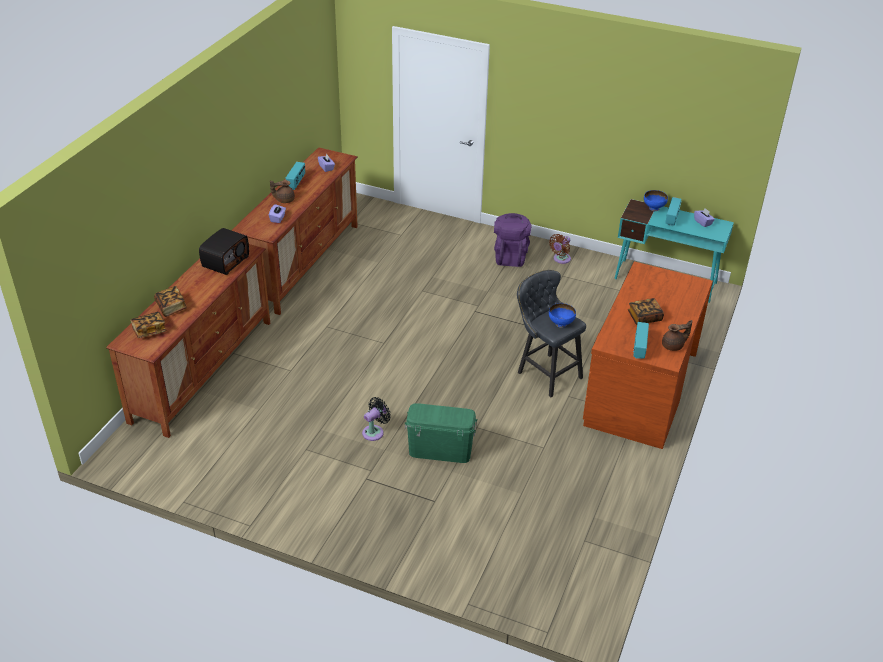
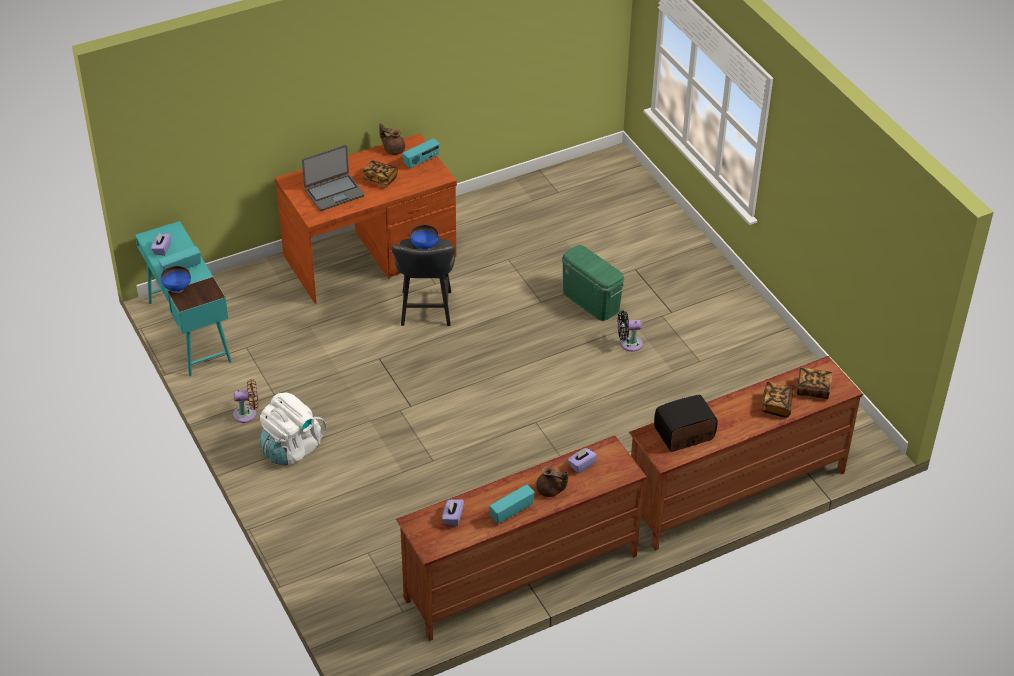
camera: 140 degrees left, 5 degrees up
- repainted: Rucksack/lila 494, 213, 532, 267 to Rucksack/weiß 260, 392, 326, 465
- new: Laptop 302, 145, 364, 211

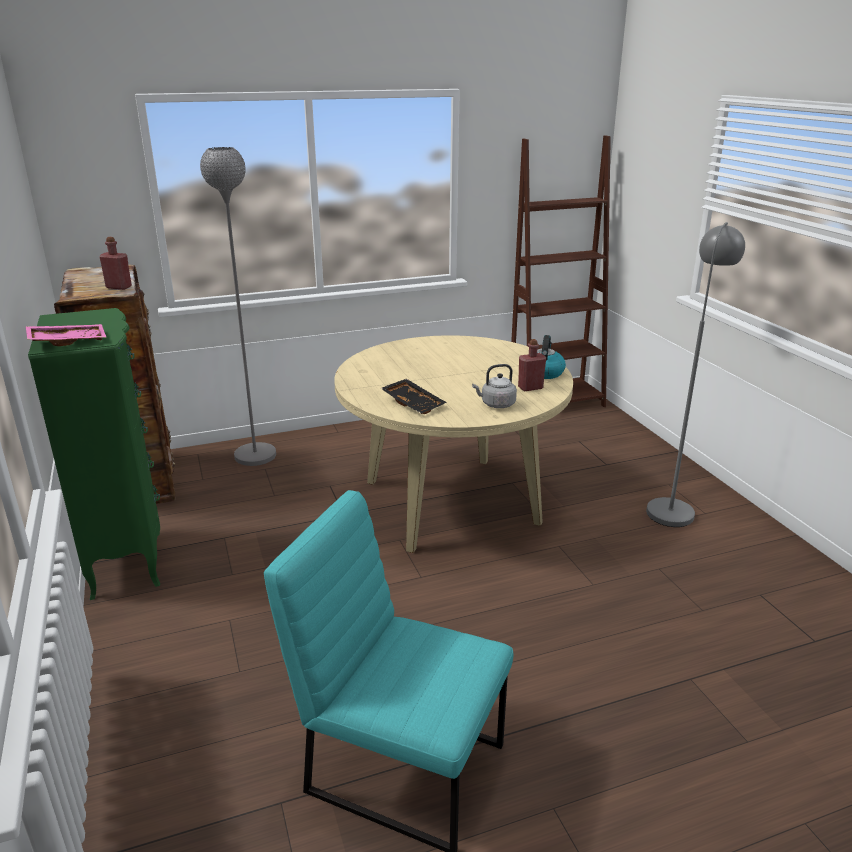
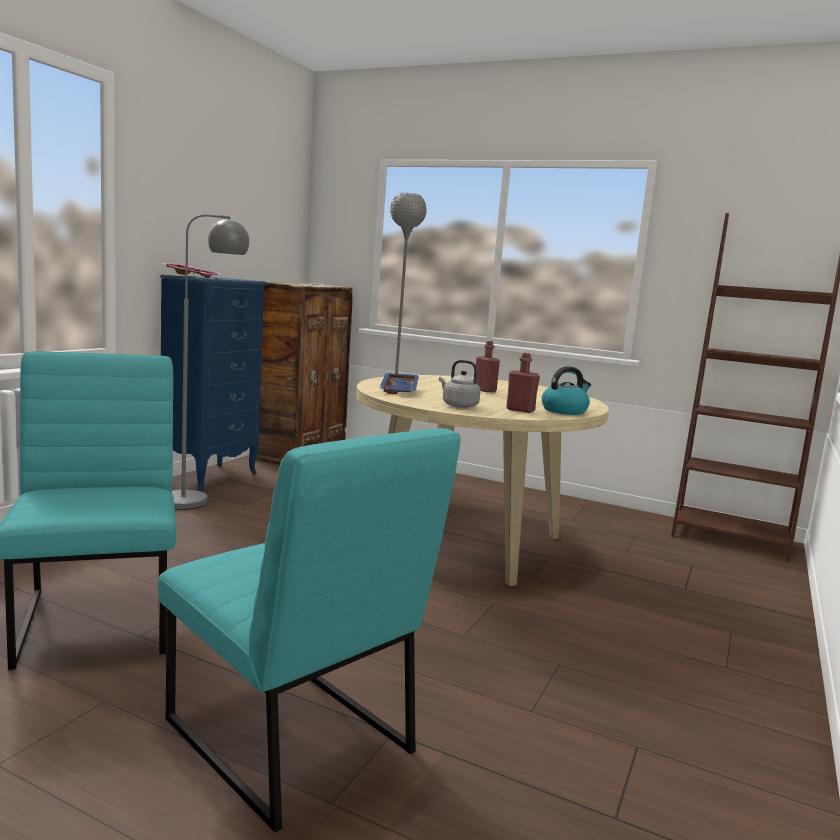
camera: 45 degrees right, 15 degrees down
- new: Stuhl/türkis 158, 428, 461, 833
- repainted: Kommode/grün 28, 308, 160, 600 to Kommode/blau 160, 275, 267, 492
- shifted: Stehlampe/grau 646, 222, 745, 527 to 172, 214, 249, 510
- repainted: Tablett/schwarz 381, 379, 447, 414 to Tablett/blau 379, 373, 419, 394
- shifted: Flasche/rot 99, 237, 132, 290 to 476, 341, 500, 392

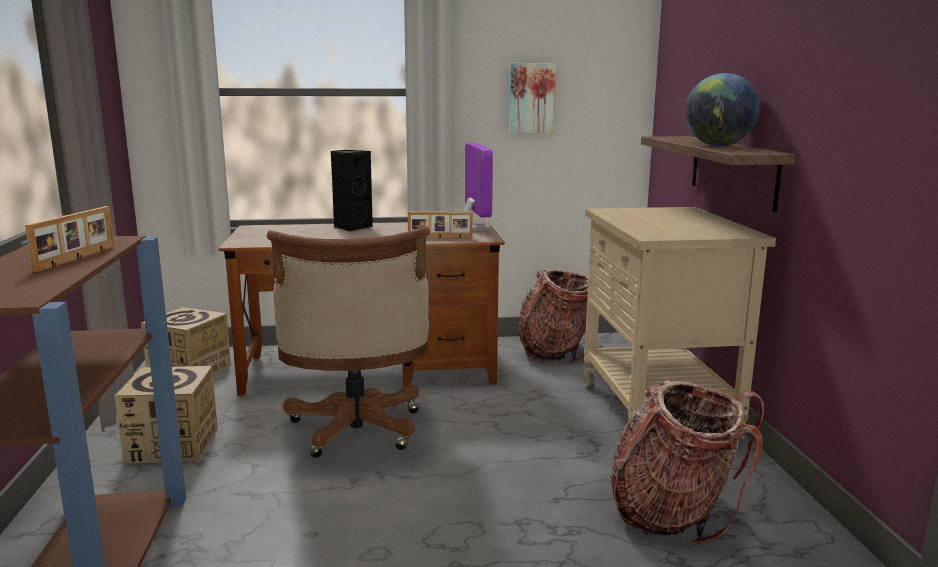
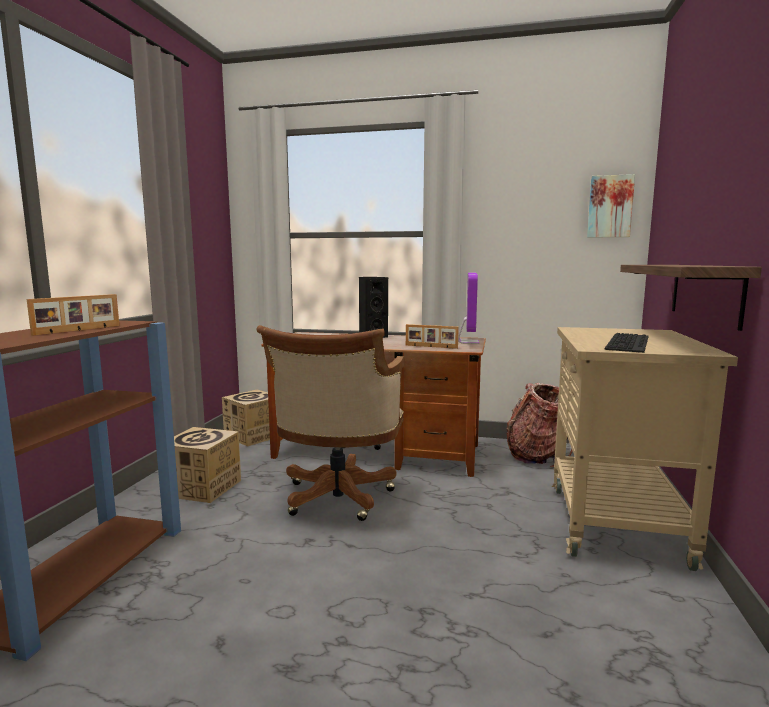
camera: 20 degrees right, 5 degrees down
- shifted: Bild 509, 63, 556, 133 to 587, 174, 635, 238
- new: Tastatur 604, 333, 649, 353
- gone: Rucksack 611, 380, 764, 544
- gone: Globus 685, 73, 760, 146

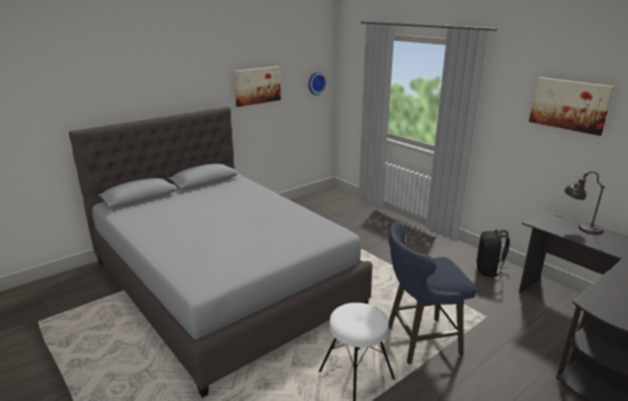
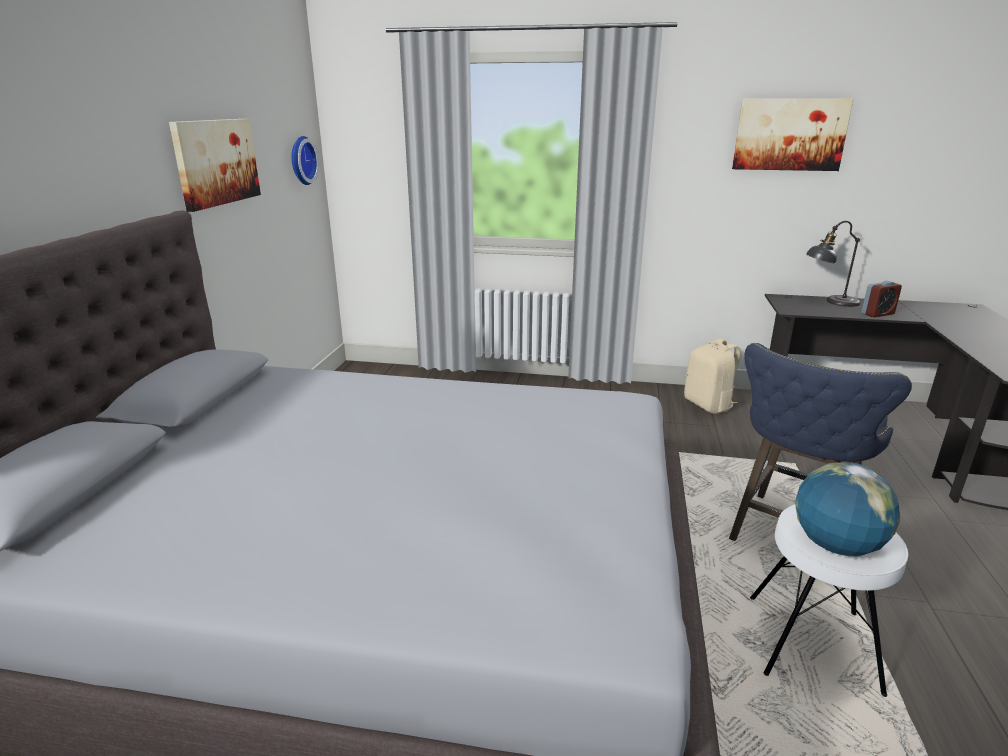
camera: 40 degrees left, 0 degrees up
- repainted: Rucksack/schwarz 476, 230, 510, 277 to Rucksack/beige 684, 339, 741, 414
- new: Globus 795, 462, 900, 556
- new: Wecker 861, 281, 902, 317

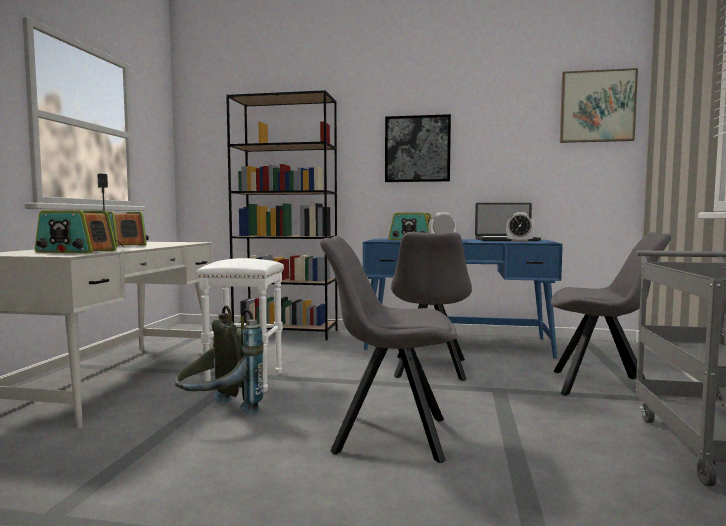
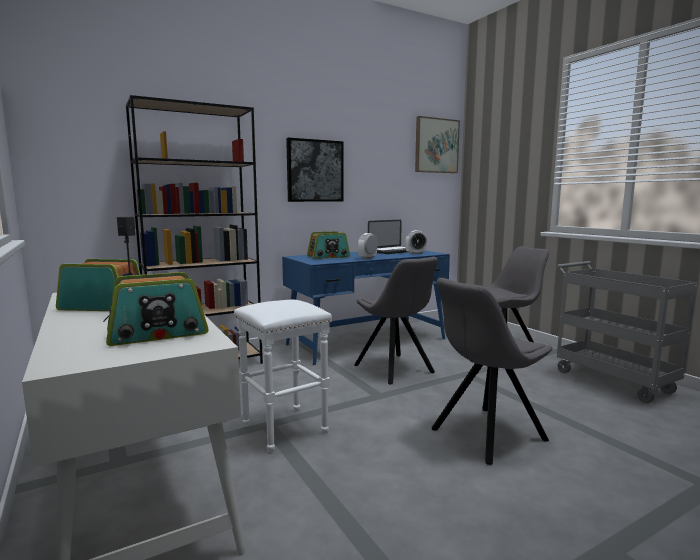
camera: 40 degrees left, 5 degrees up
- gone: Rucksack/grau 175, 305, 264, 415

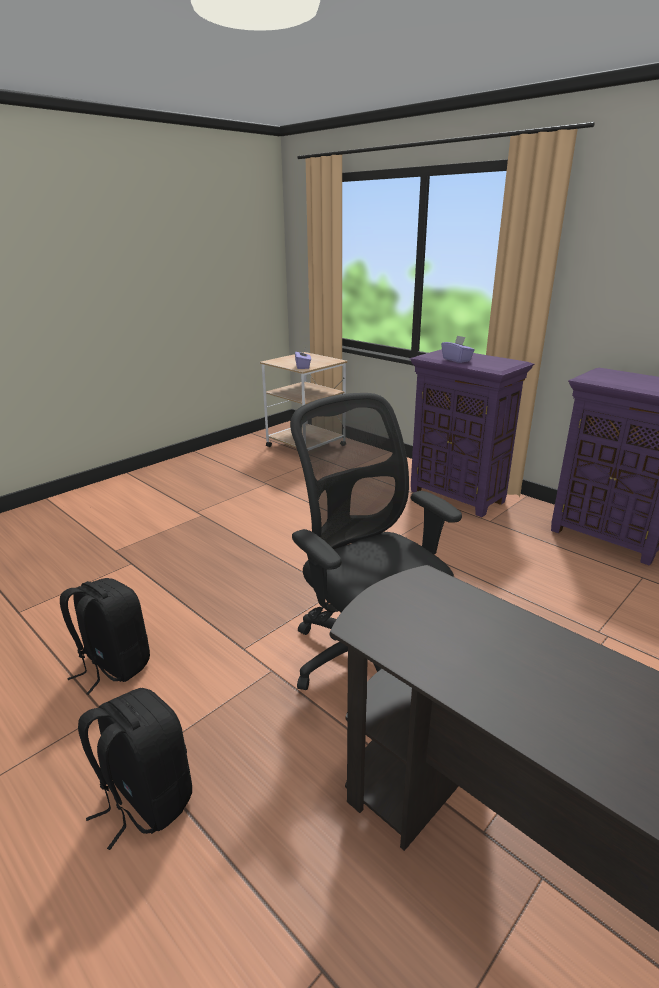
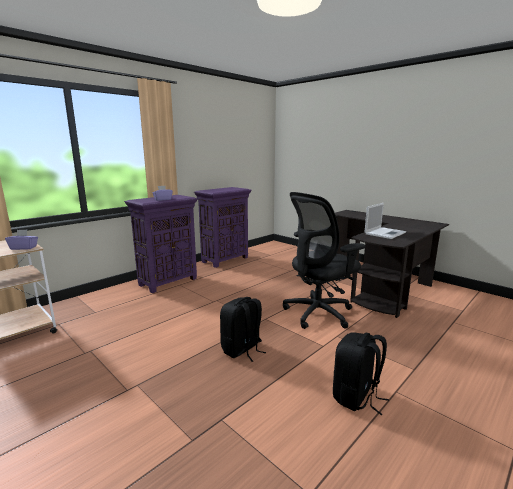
camera: 90 degrees left, 10 degrees down
- shifted: Rucksack/schwarz 78, 688, 192, 850 to 220, 297, 266, 362
- new: Laptop 364, 203, 406, 239

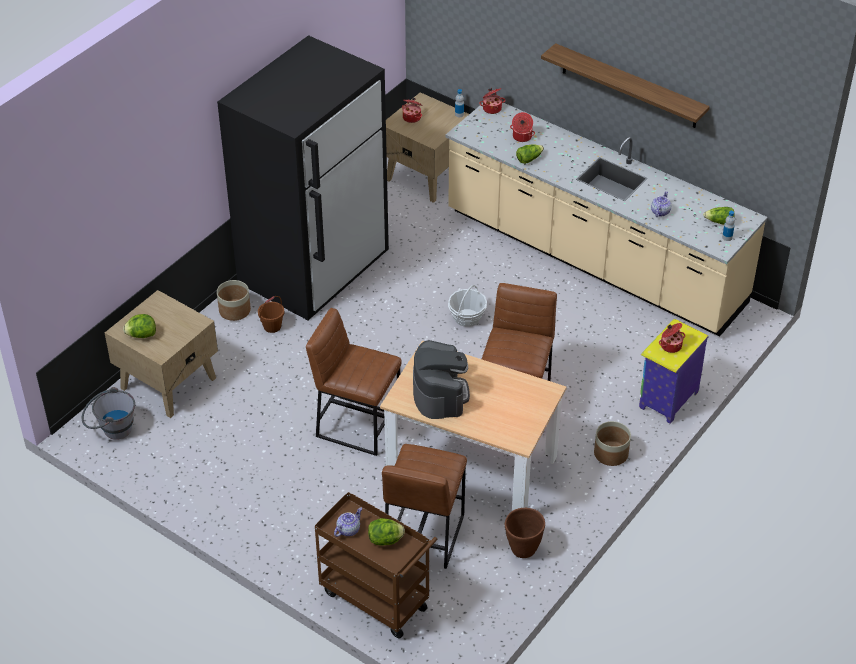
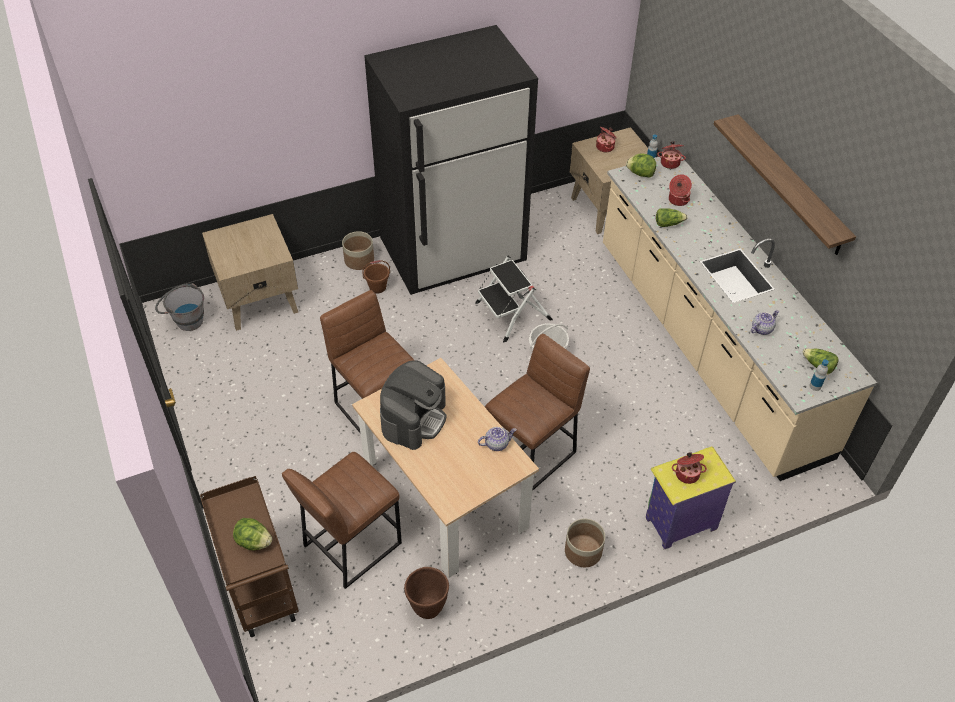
camera: 30 degrees right, 5 degrees up
- new: Trittleiter 475, 256, 553, 342
- shifted: Teekanne 334, 508, 362, 537 to 478, 427, 517, 451
- shifted: Salatkopf 123, 314, 156, 338 to 626, 153, 656, 178

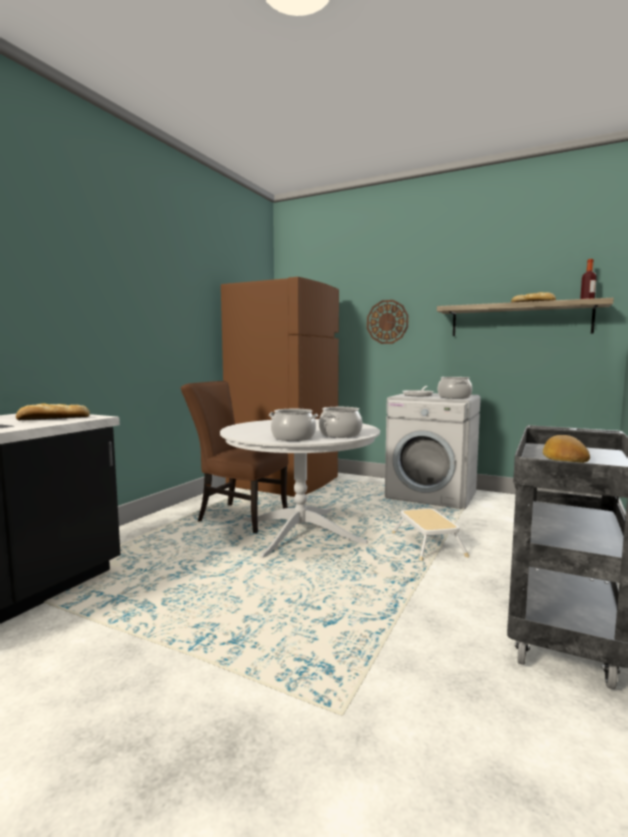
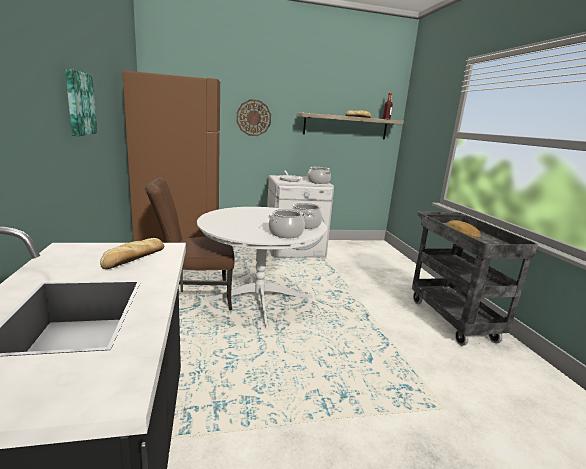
camera: 40 degrees left, 10 degrees up
- new: Bild 65, 69, 97, 136
- gone: Trittleiter/beige 392, 508, 469, 561

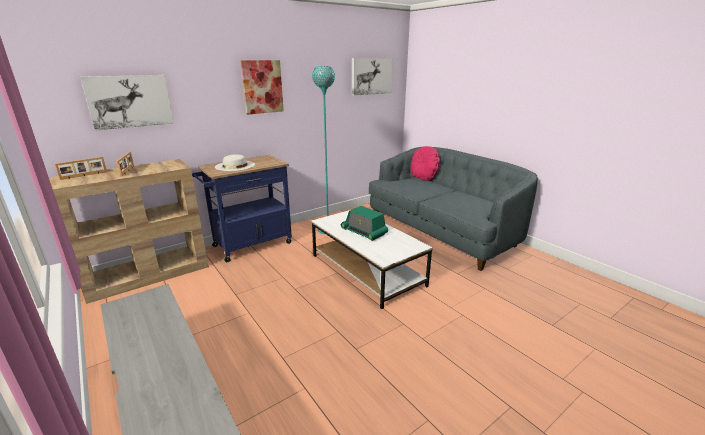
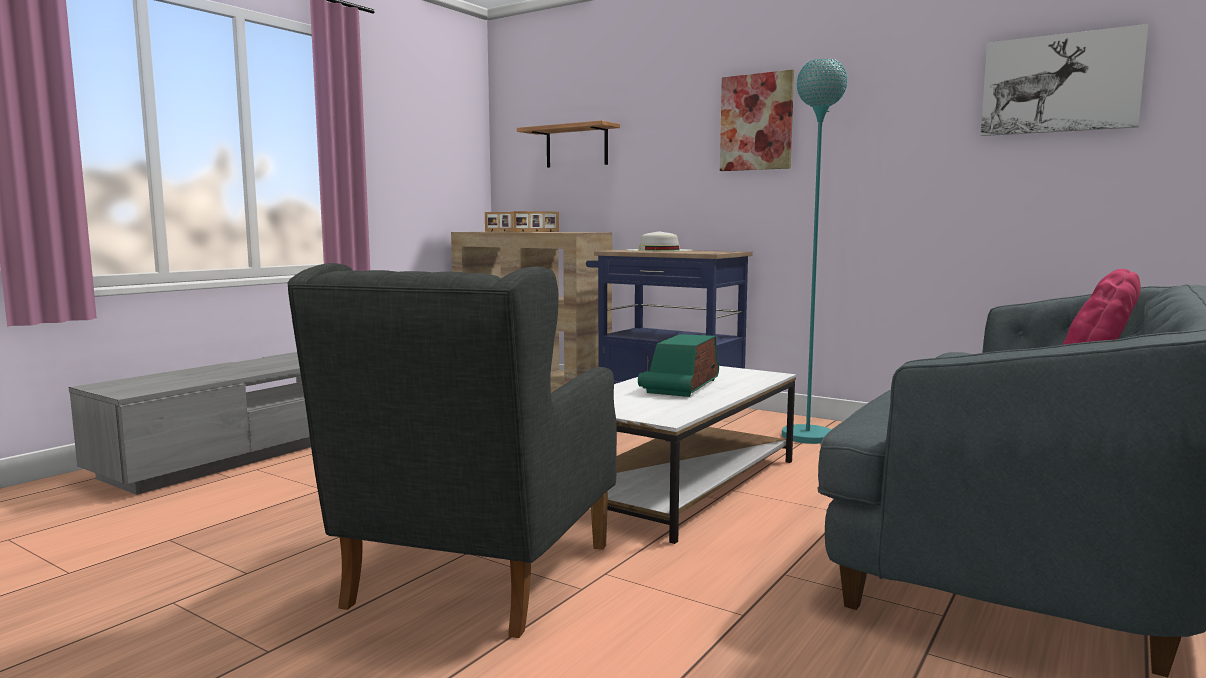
camera: 70 degrees right, 15 degrees down
- new: Sessel/grau 288, 263, 617, 638
- swapped: Bild 80, 75, 174, 131 to Wandregal 517, 120, 620, 168

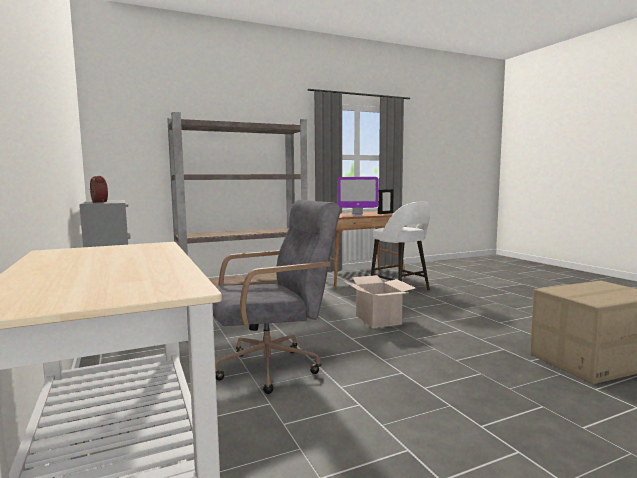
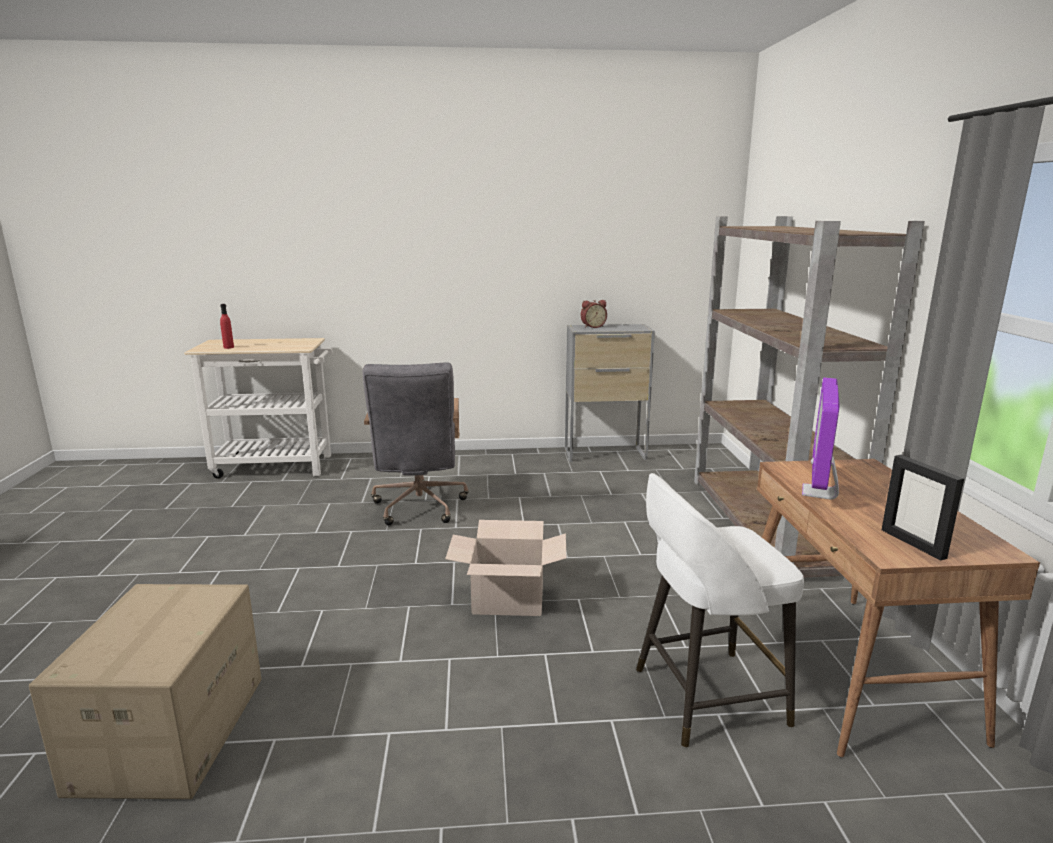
camera: 110 degrees right, 10 degrees up
- new: Flasche/rot 220, 304, 234, 349

